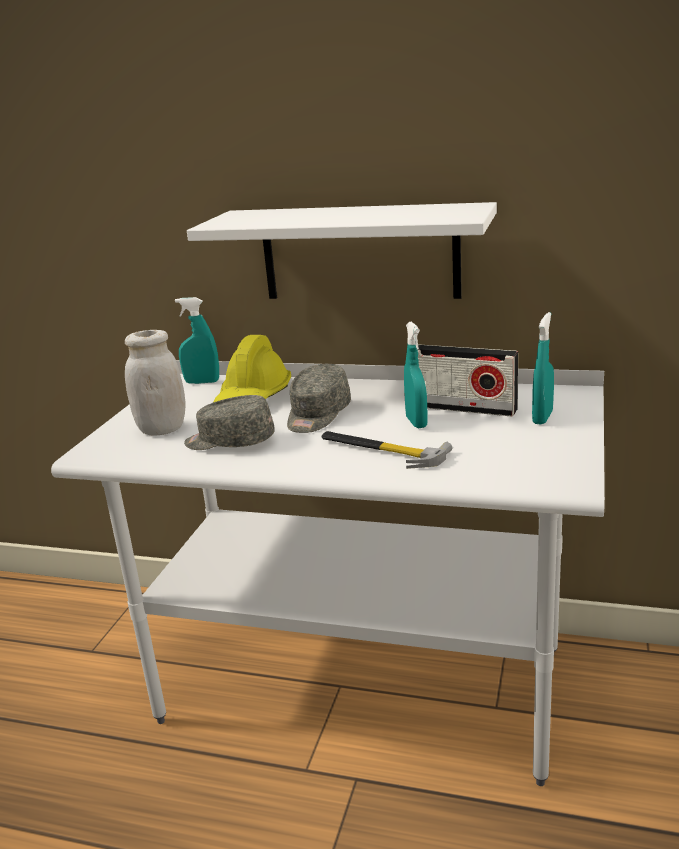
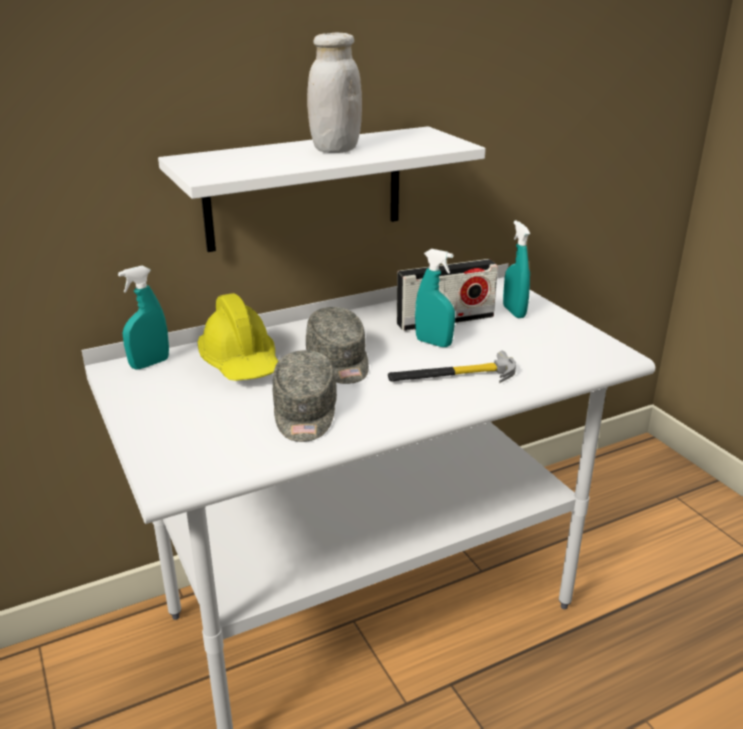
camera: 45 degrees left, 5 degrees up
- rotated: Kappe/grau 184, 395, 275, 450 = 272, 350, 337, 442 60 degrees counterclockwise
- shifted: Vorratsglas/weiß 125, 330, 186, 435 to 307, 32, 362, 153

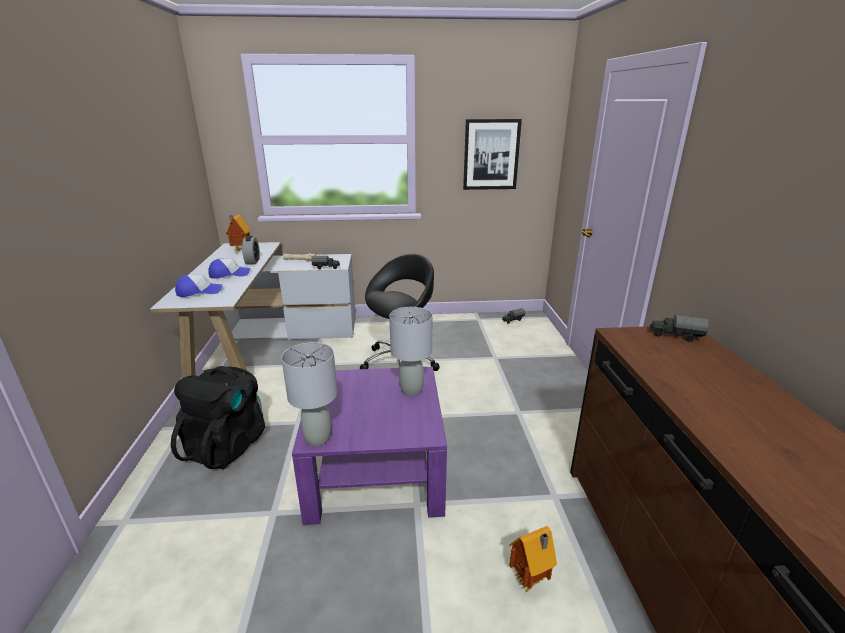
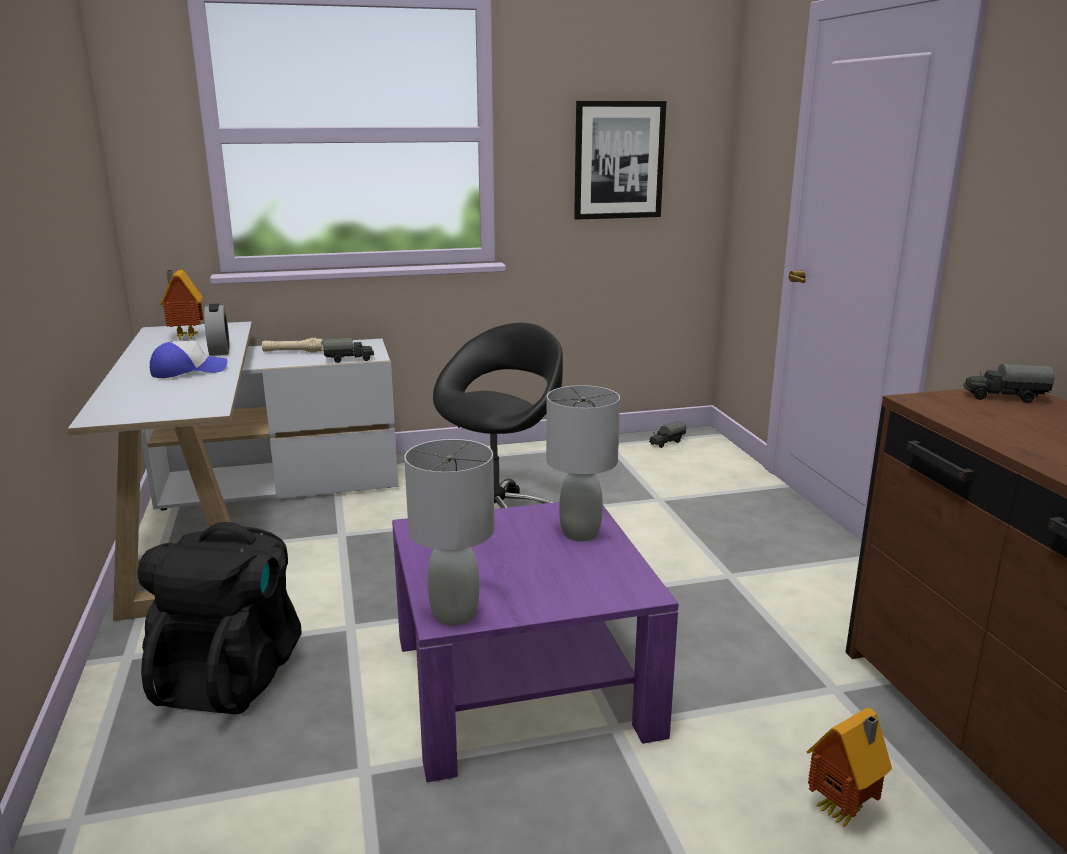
camera: 10 degrees left, 5 degrees down
- gone: Kappe 175, 274, 223, 297

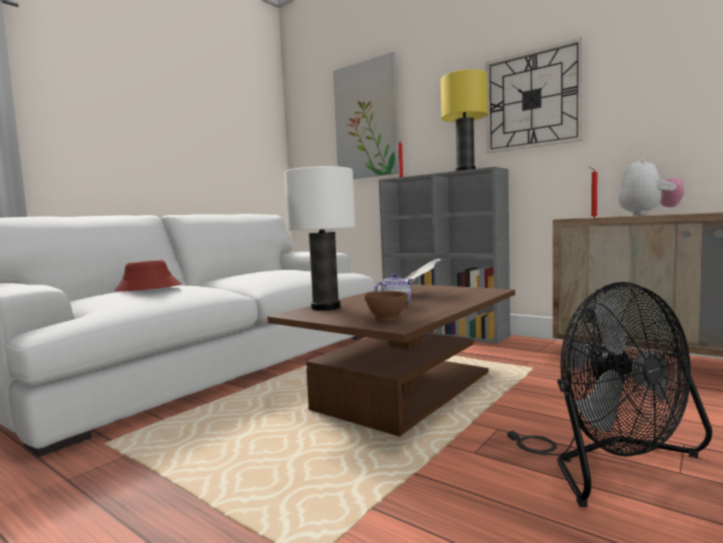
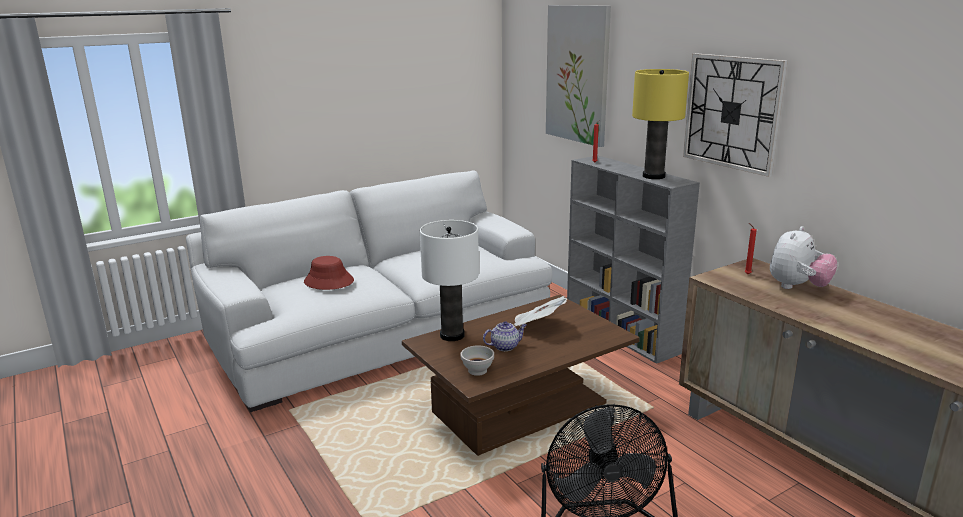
camera: 20 degrees right, 15 degrees up
- repainted: Schüssel/braun 365, 291, 408, 322 to Schüssel/weiß 460, 345, 494, 376

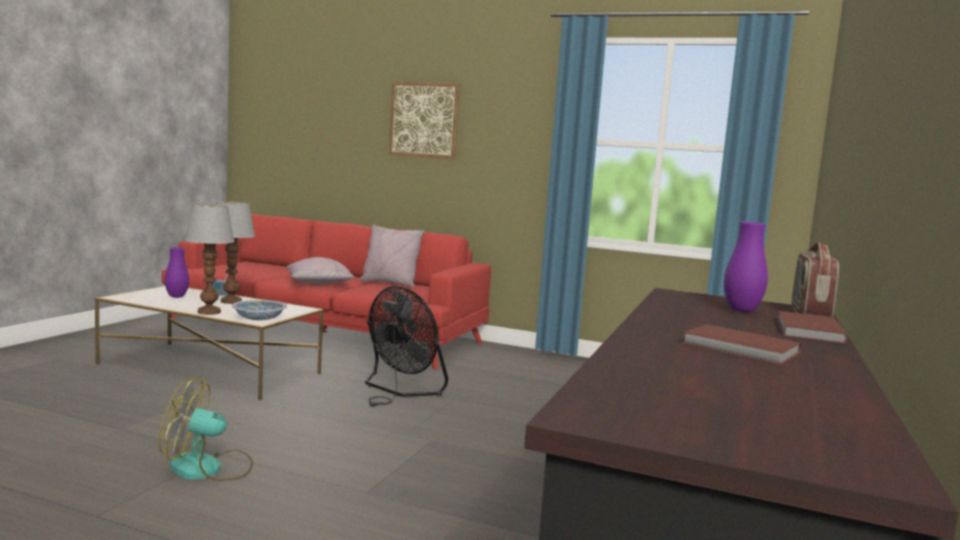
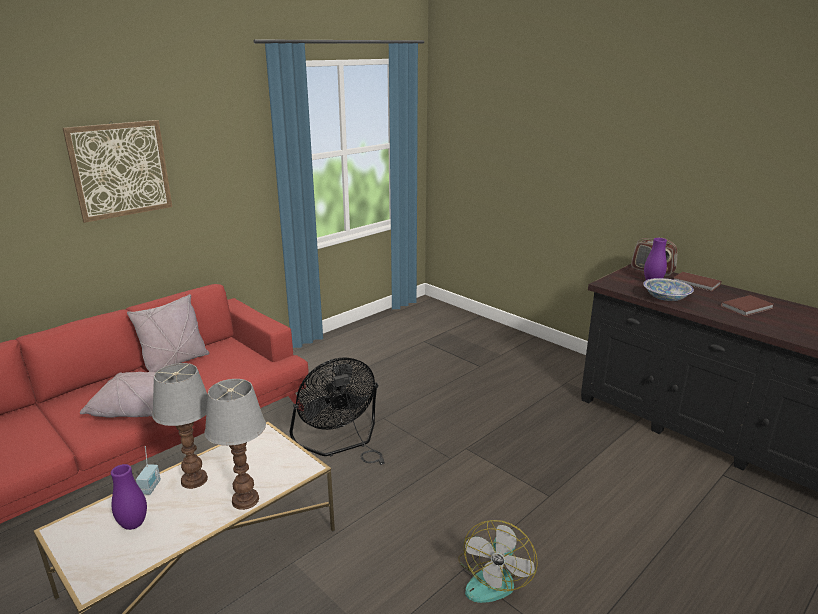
camera: 65 degrees left, 15 degrees up
- shifted: Schüssel 232, 300, 287, 320 to 643, 278, 694, 301

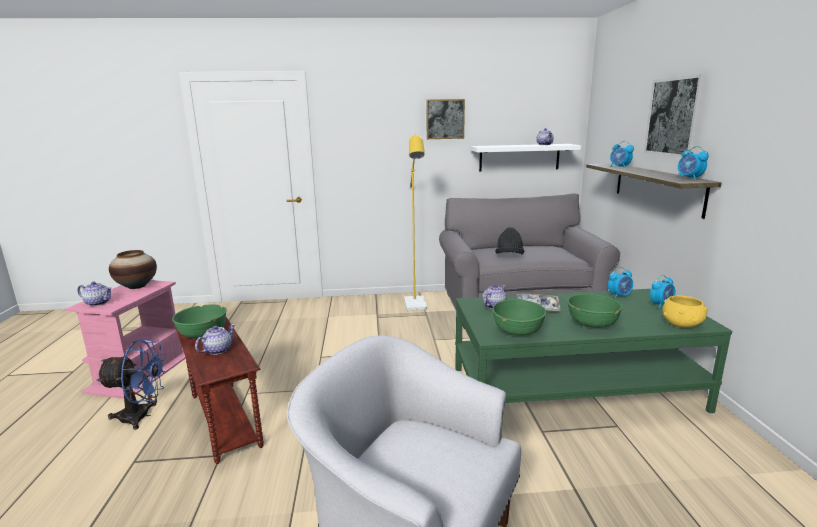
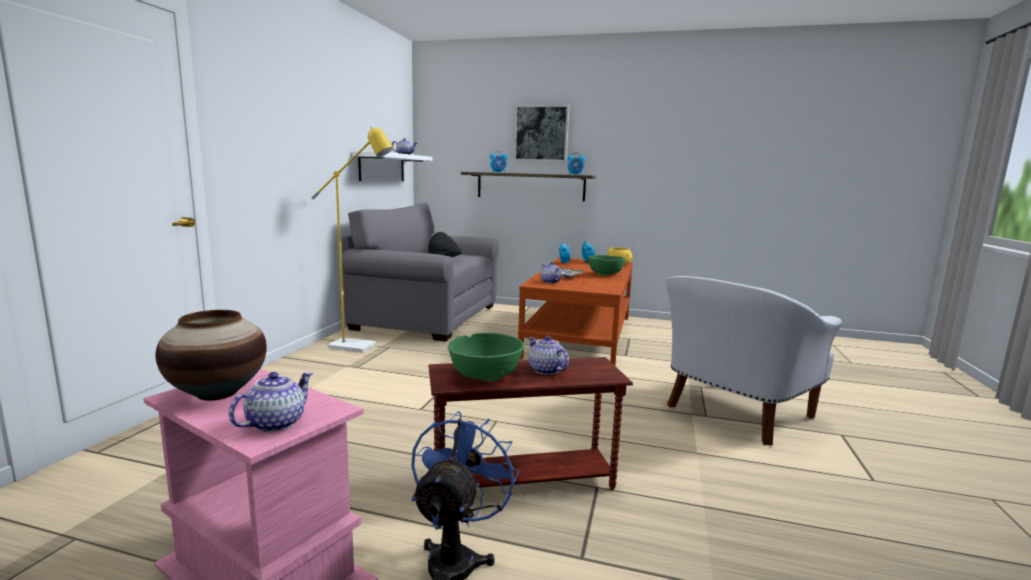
camera: 70 degrees left, 5 degrees down
- repainted: Couchtisch/grün 455, 289, 732, 413 to Couchtisch/braun 518, 258, 633, 365
- gone: Bild 426, 99, 465, 139
- gone: Schüssel/grün 493, 299, 547, 335

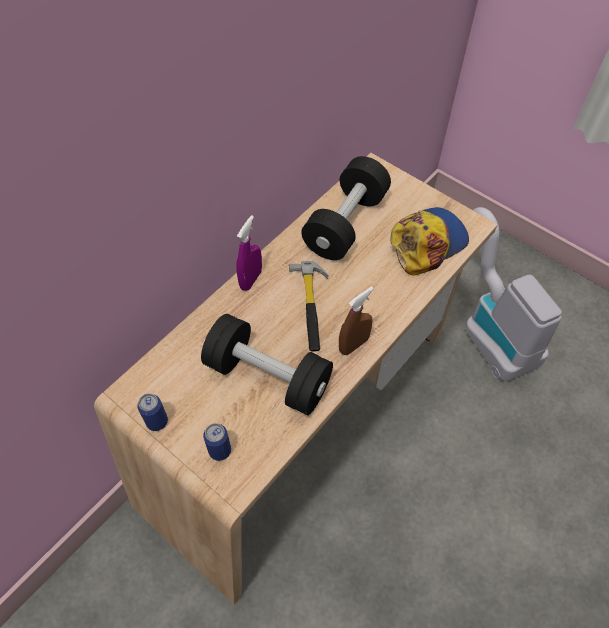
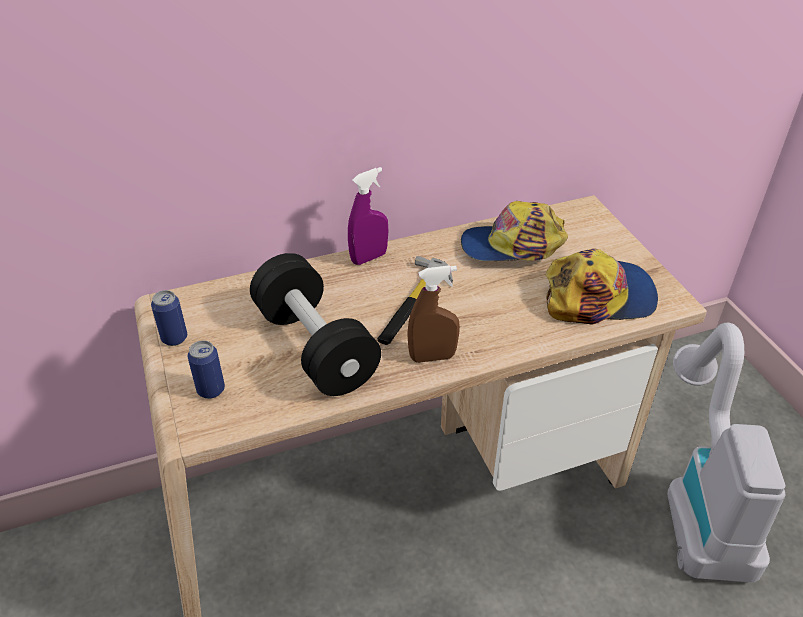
camera: 30 degrees right, 15 degrees down
- swapped: Hantel/schwarz 301, 156, 391, 260 to Kappe 461, 201, 568, 261

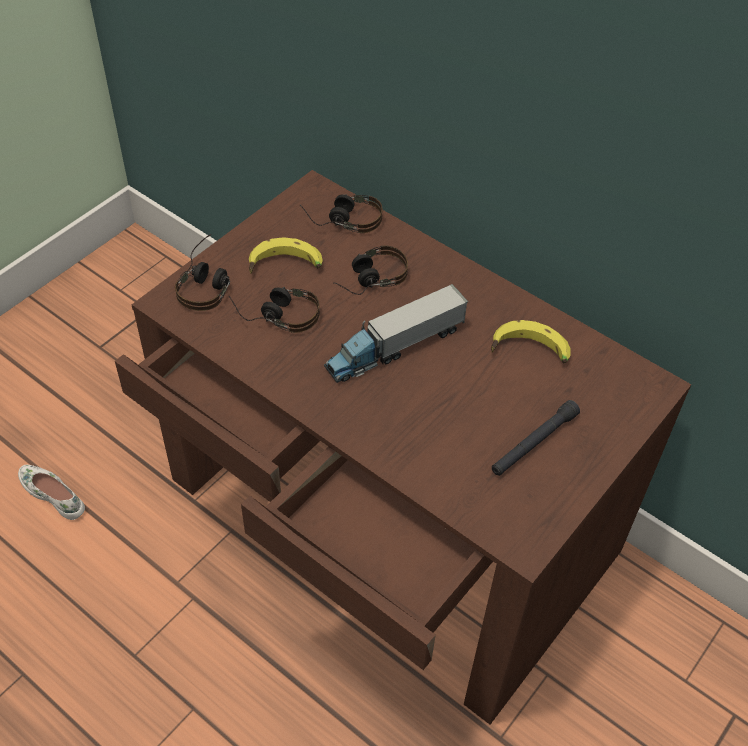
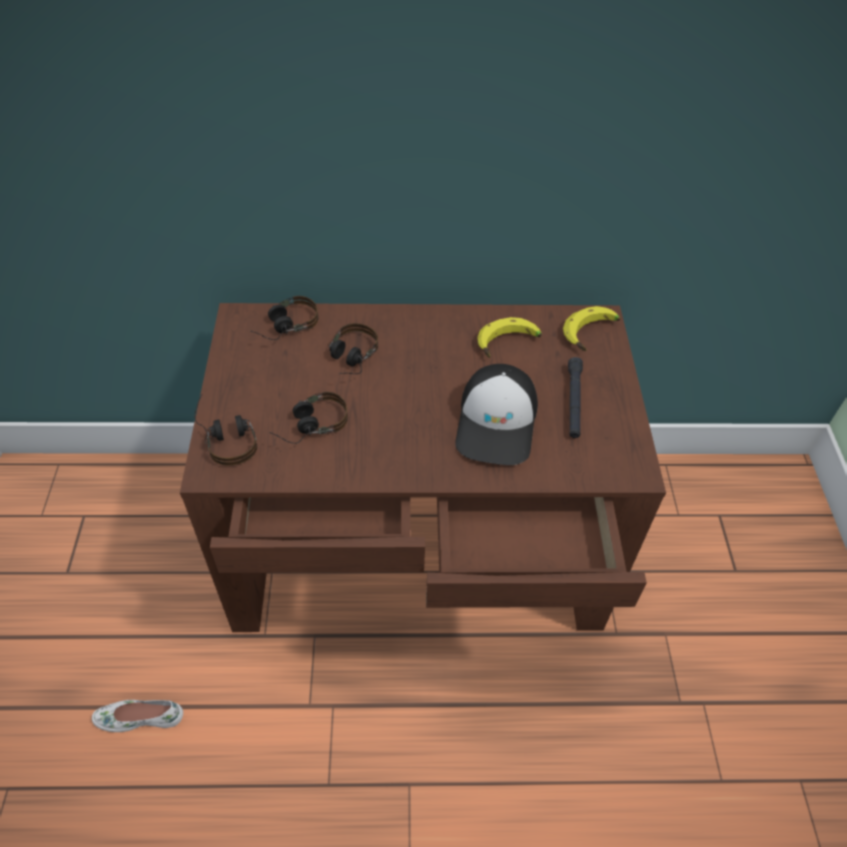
camera: 40 degrees left, 0 degrees up
- new: Kappe 455, 364, 538, 465
- shifted: Banane 249, 237, 323, 274 to 563, 306, 620, 351
- gone: Spielzeuglaster 324, 284, 468, 383

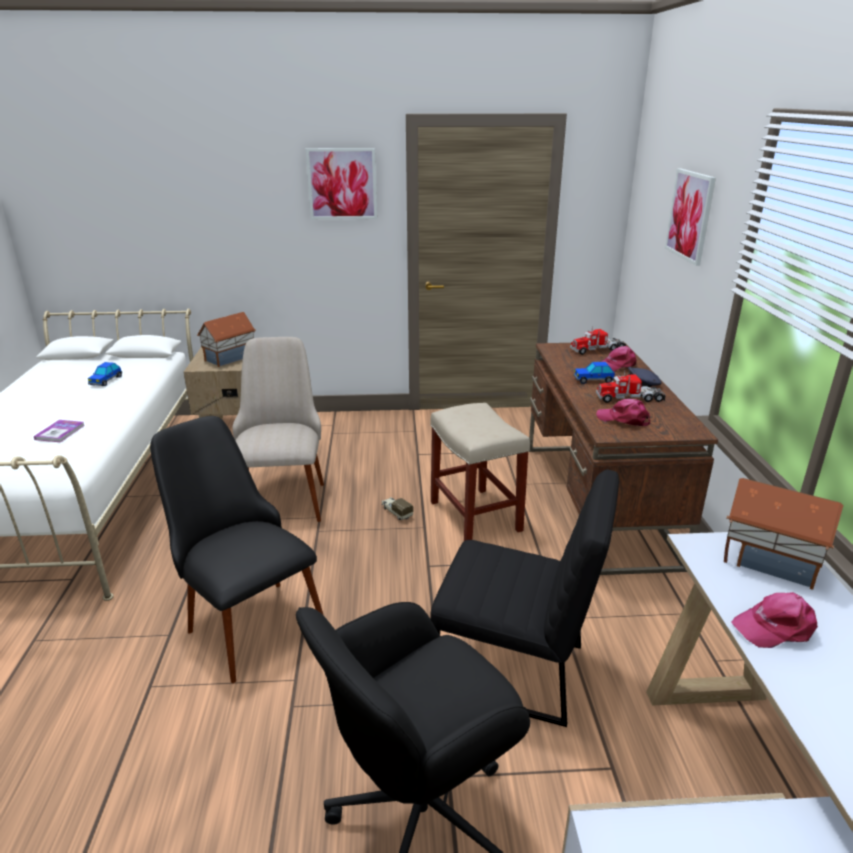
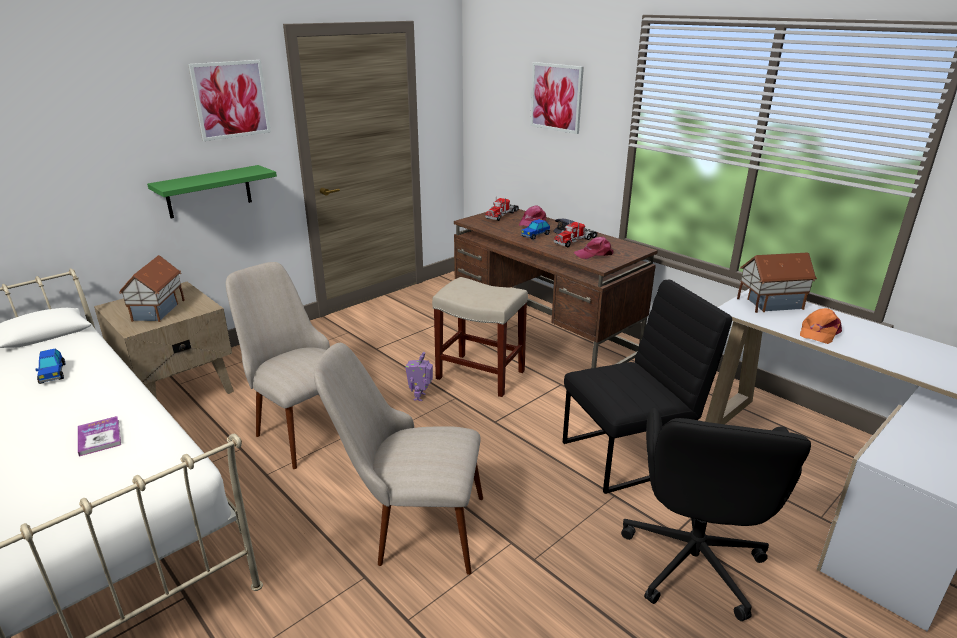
camera: 40 degrees left, 0 degrees up
- new: Wandregal/grün 147, 165, 277, 218
- repainted: Stuhl/schwarz 150, 416, 324, 683 to Stuhl/beige 314, 343, 483, 575
- swapped: Spielzeuglaster 381, 497, 413, 520 to Spielzeugroboter 405, 352, 433, 401
- repainted: Kappe/rosa 731, 592, 818, 648 to Kappe/orange 800, 308, 842, 344

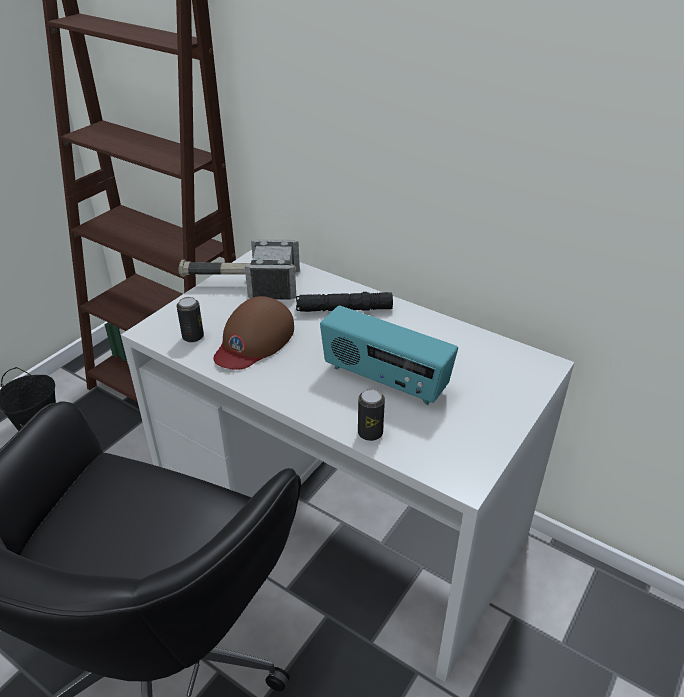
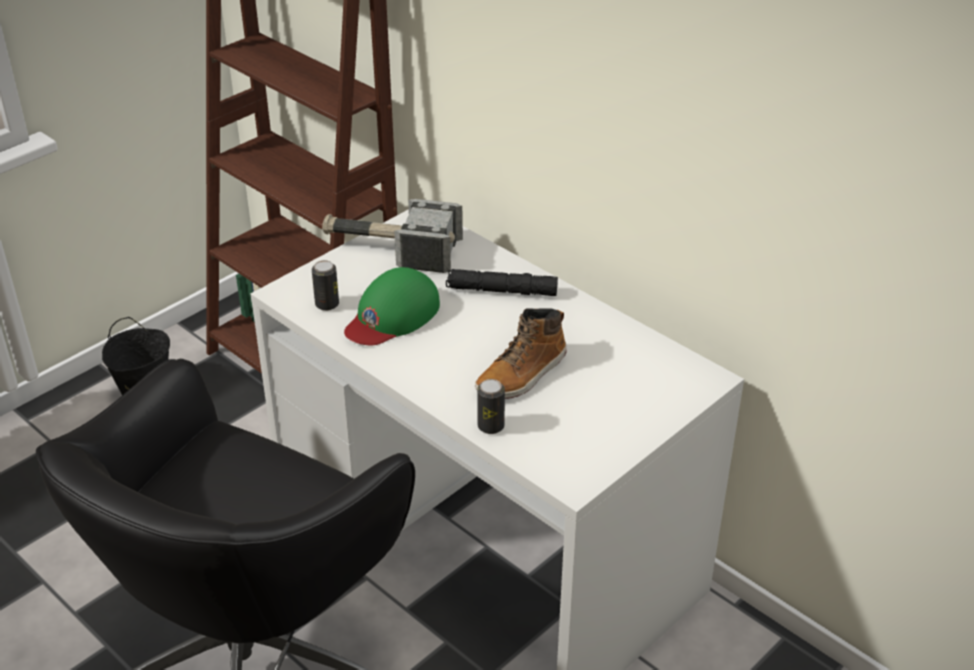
camera: 10 degrees right, 0 degrees up
- repainted: Kappe/braun 213, 296, 294, 370 to Kappe/grün 344, 267, 440, 346
- swapped: Radio 320, 305, 458, 405 to Stiefel 475, 308, 567, 399

